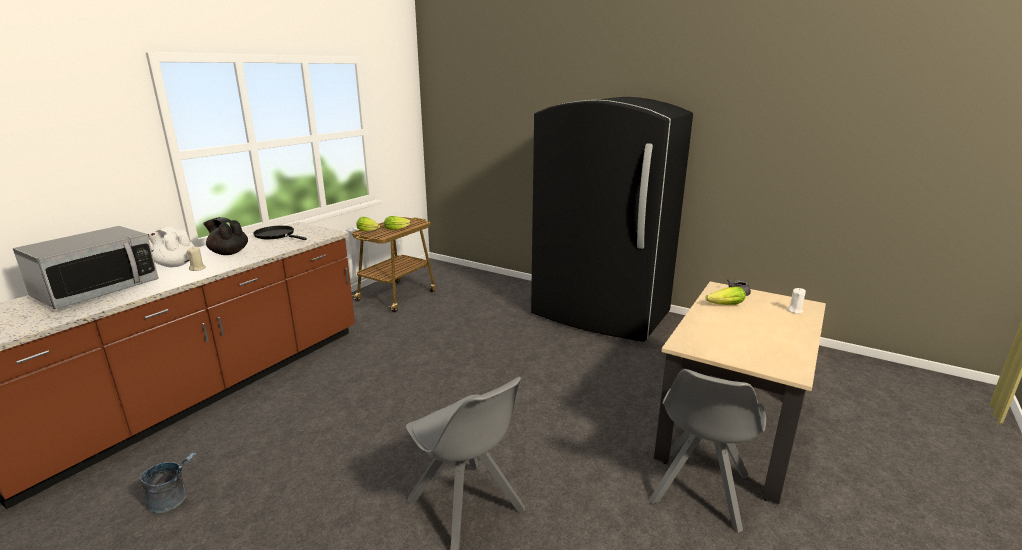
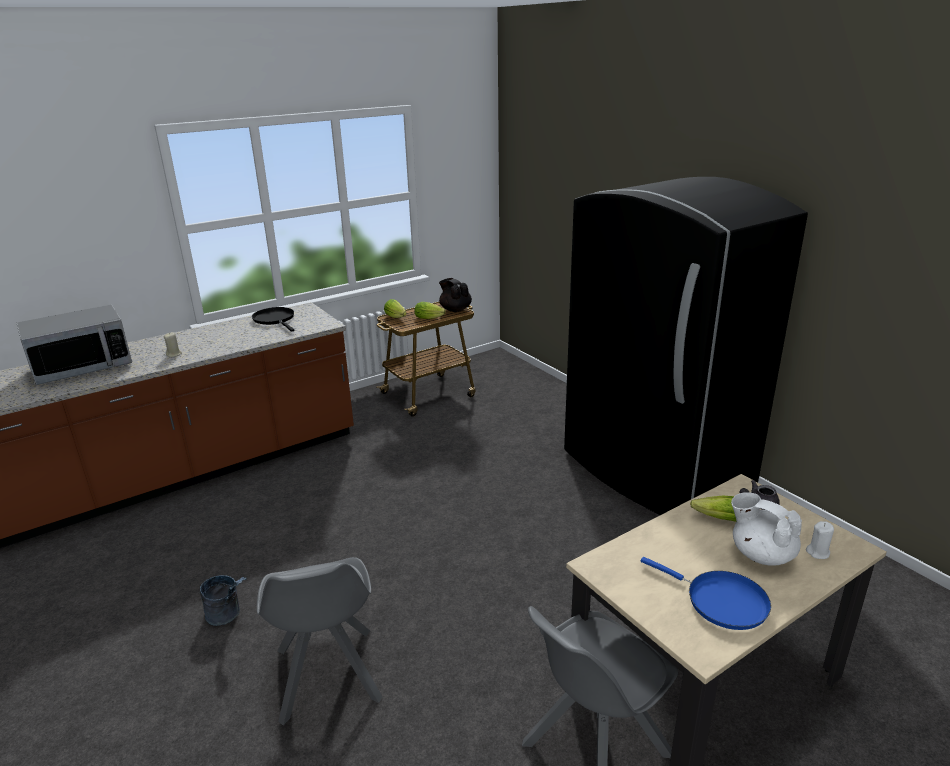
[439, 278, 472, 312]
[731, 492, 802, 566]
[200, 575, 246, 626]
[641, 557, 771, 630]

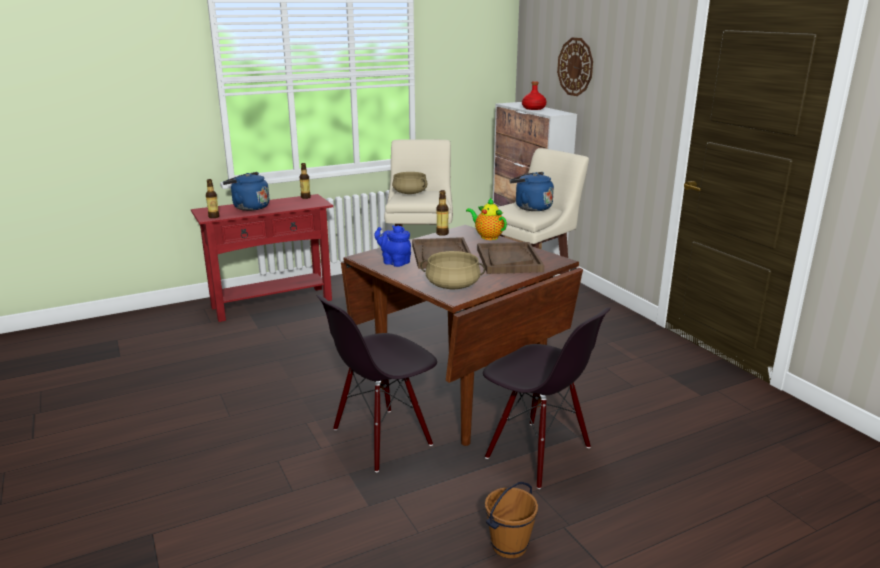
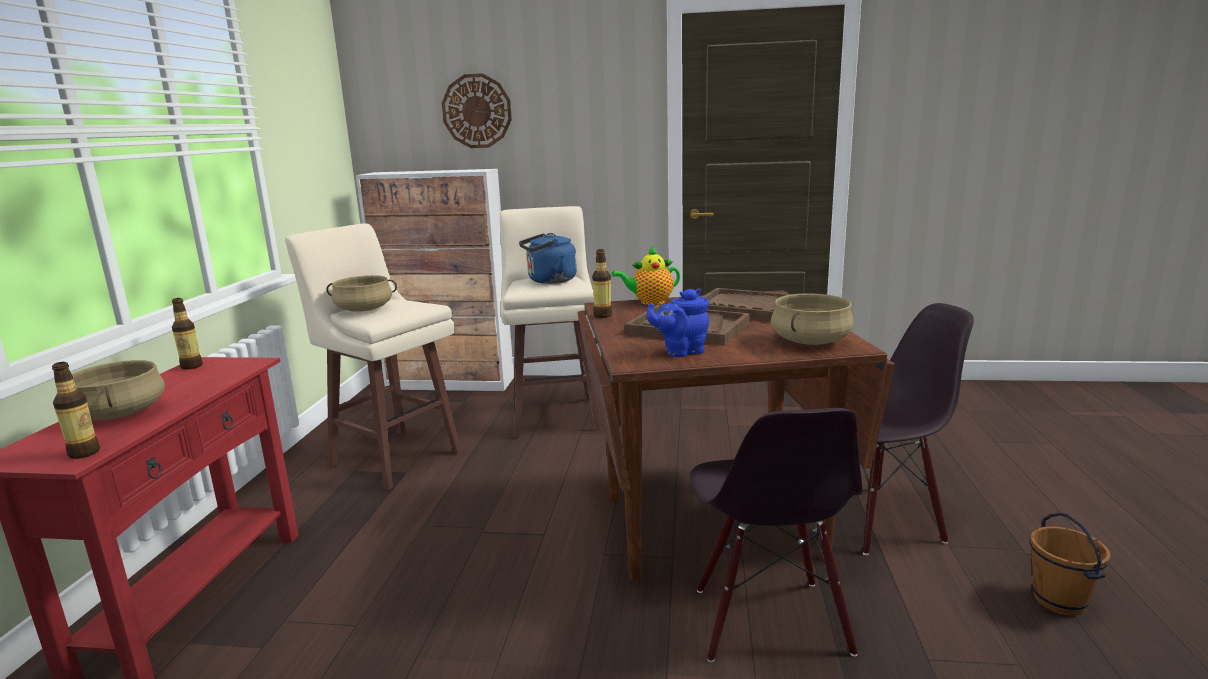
[522, 81, 547, 110] (first image)
[72, 360, 165, 420]

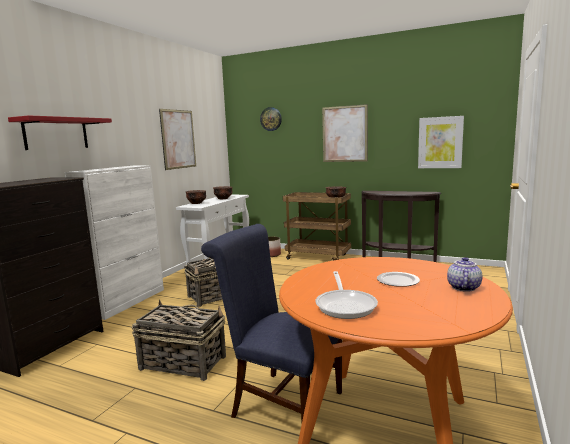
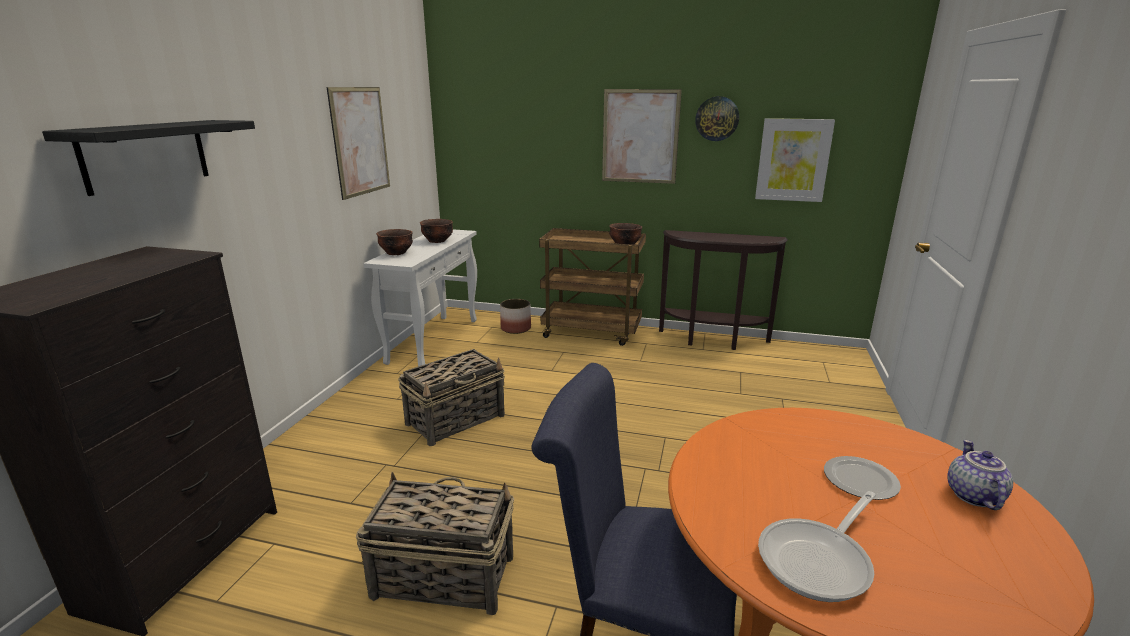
[695, 96, 739, 141]
[42, 120, 255, 196]
[65, 165, 164, 320] (first image)
[758, 491, 876, 602]

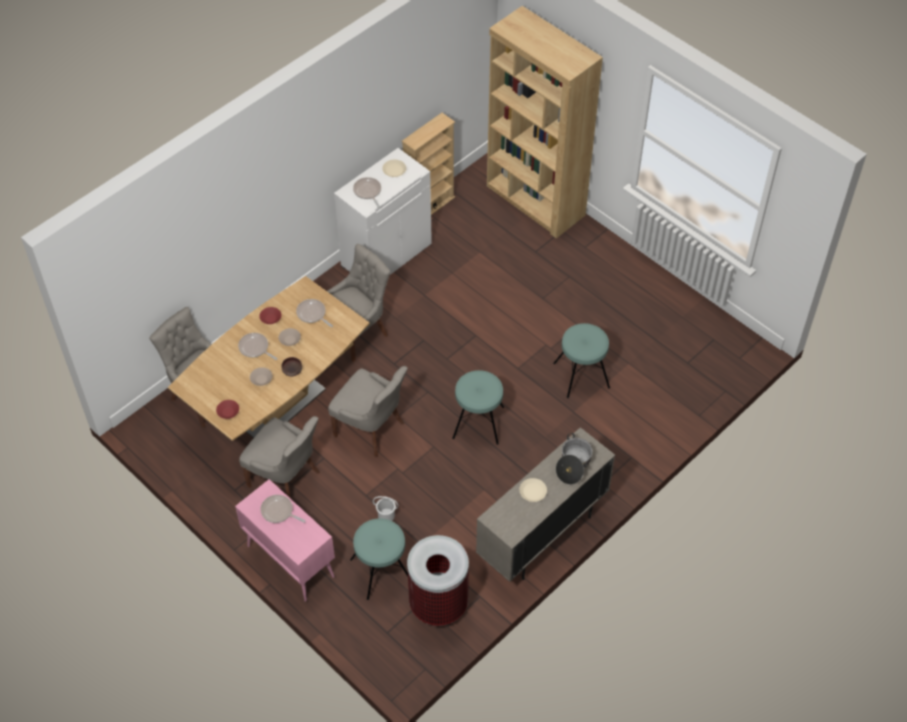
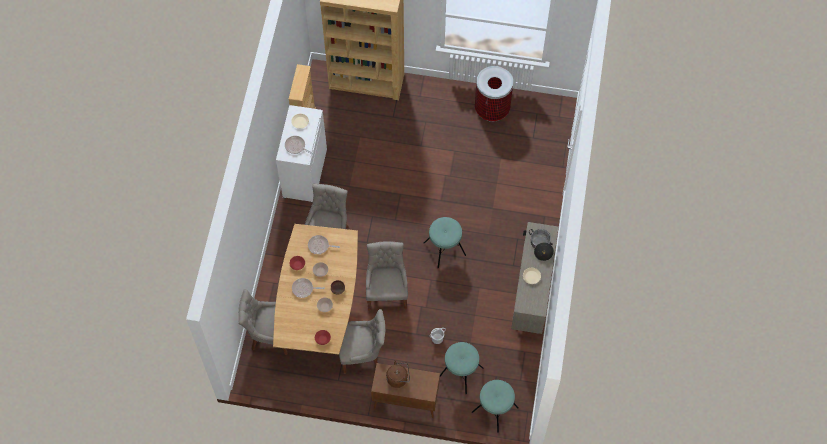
[472, 380, 519, 433]
[366, 241, 408, 311]
[371, 363, 440, 418]
[386, 360, 410, 388]
[475, 66, 513, 122]

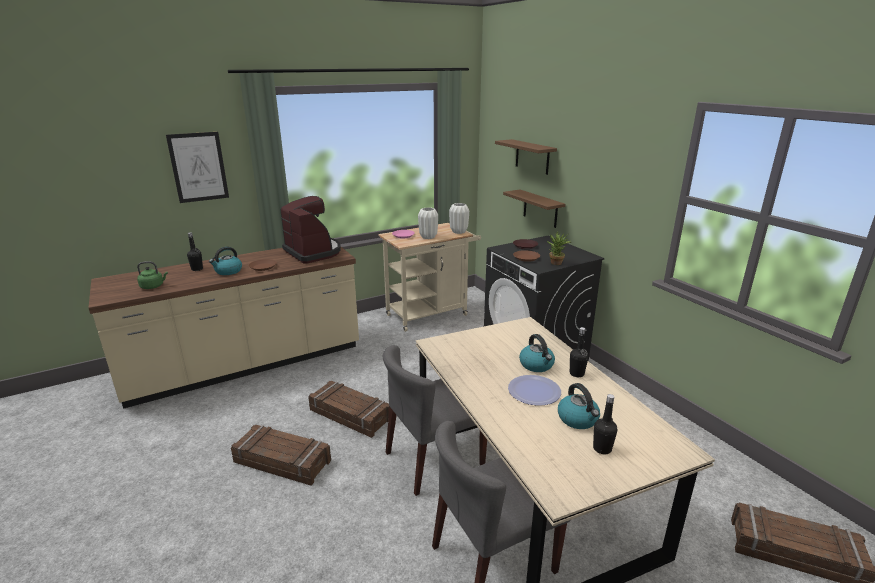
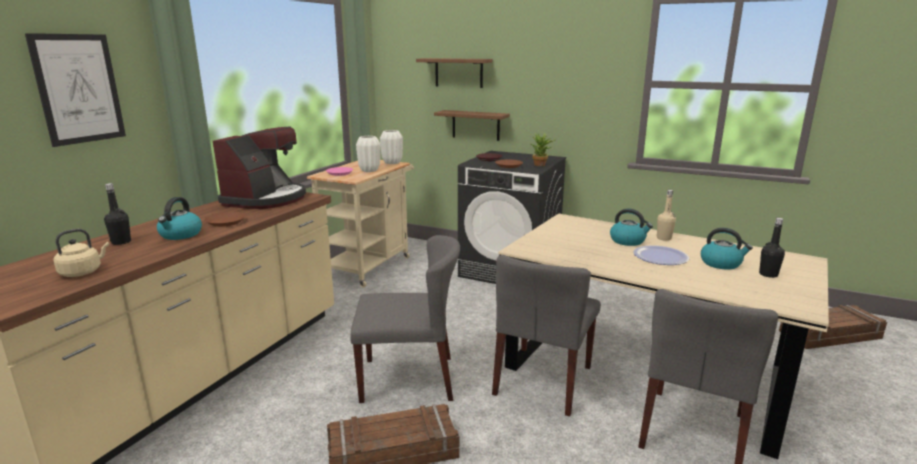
[213, 127, 306, 209]
[53, 229, 109, 277]
[656, 190, 676, 241]
[351, 235, 460, 403]

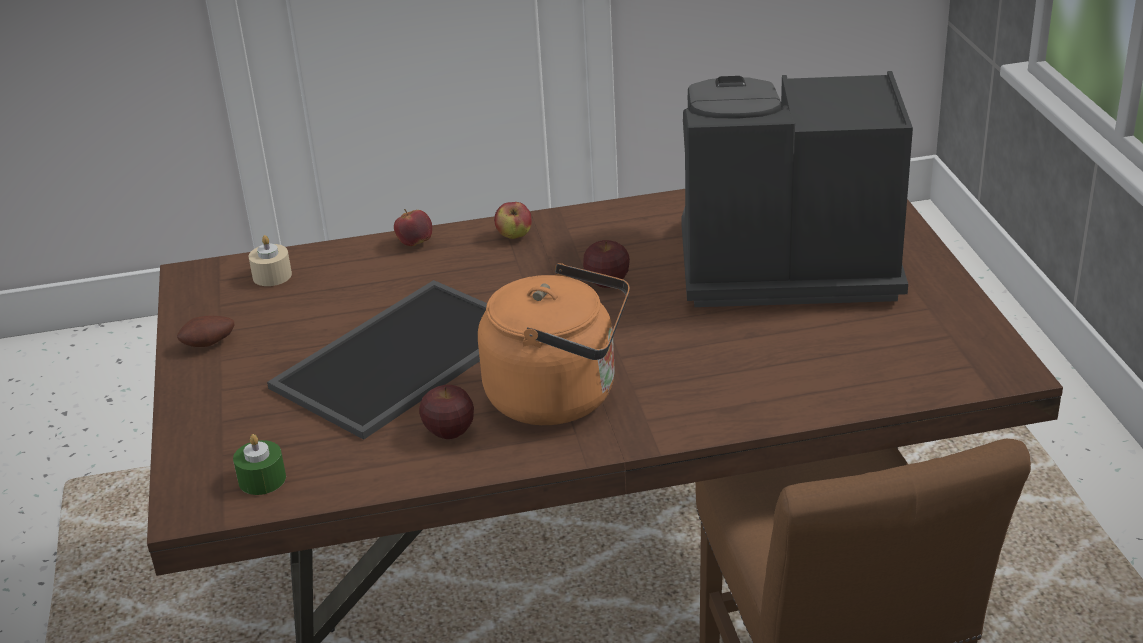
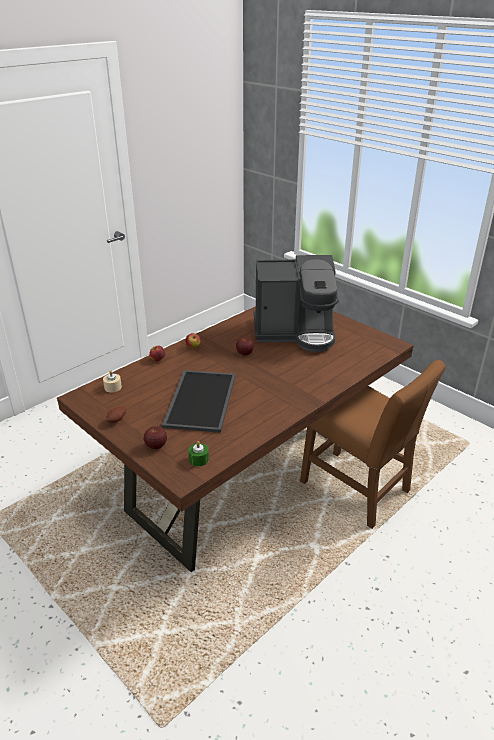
[254, 255, 339, 352]
[478, 263, 630, 425] (first image)
[144, 426, 167, 449]

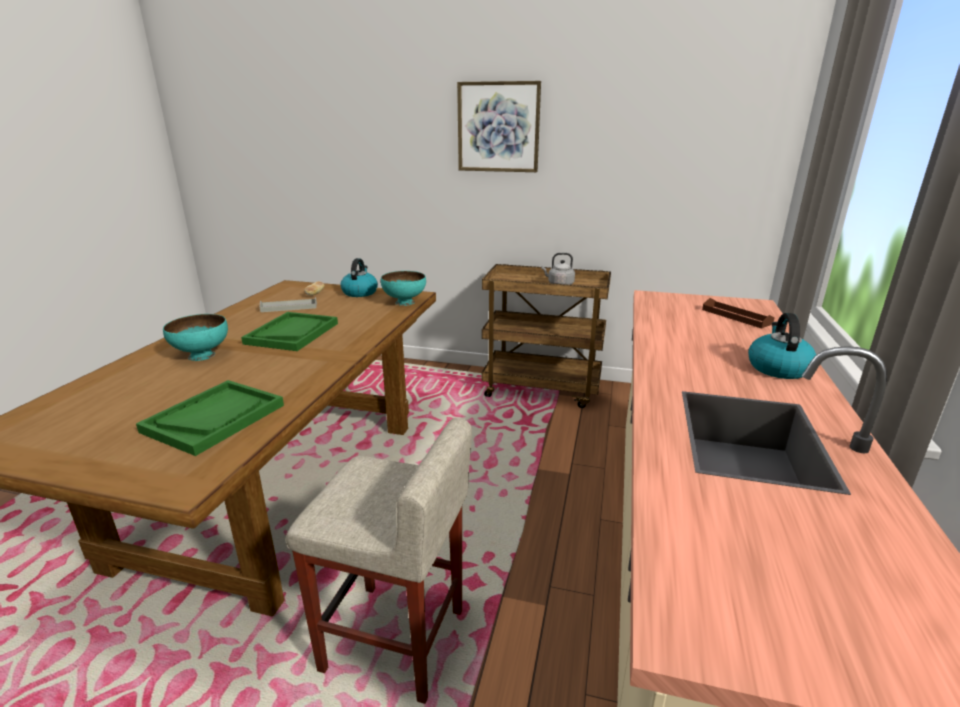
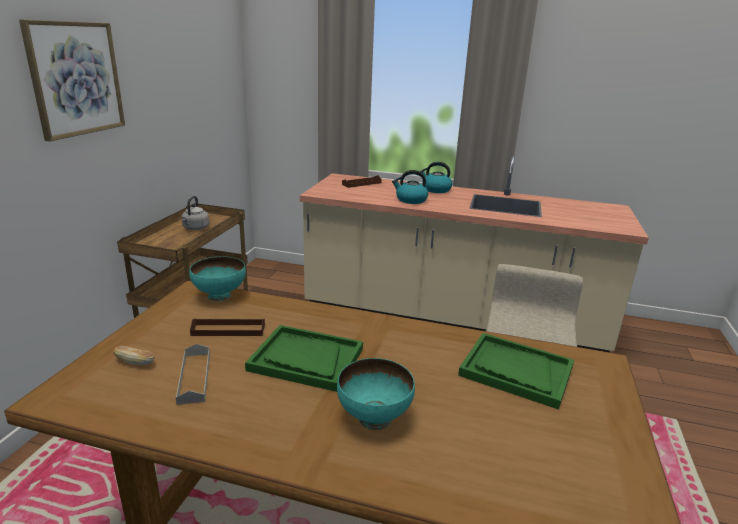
[392, 170, 428, 204]
[190, 318, 265, 336]

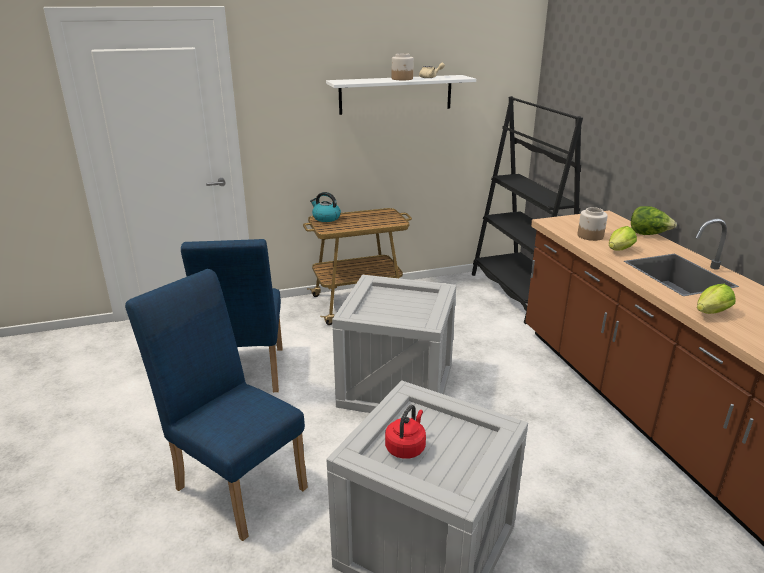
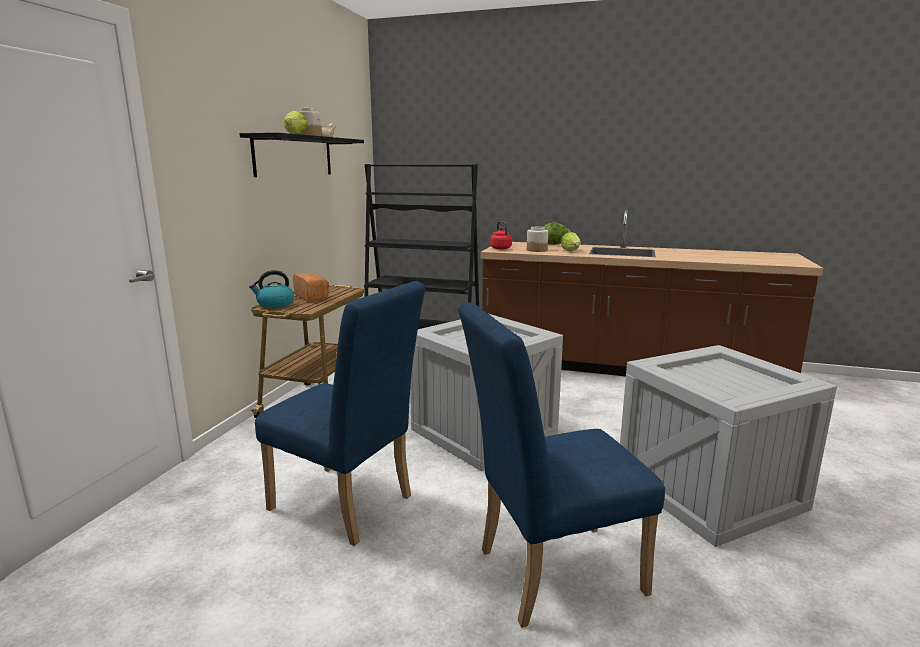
[239, 132, 364, 177]
[284, 110, 308, 134]
[490, 221, 512, 250]
[293, 273, 329, 302]

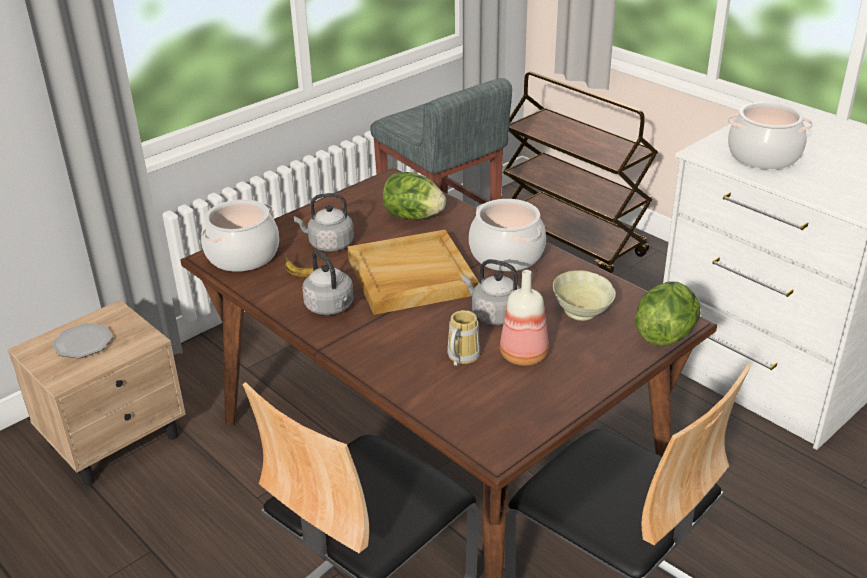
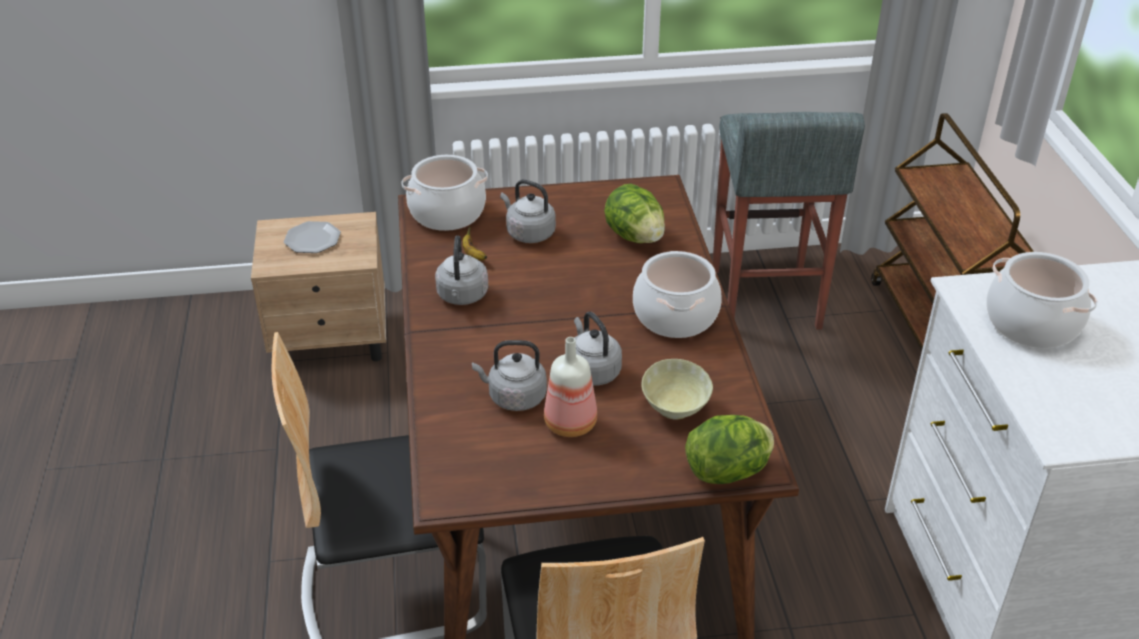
[347, 230, 479, 315] (first image)
[472, 340, 547, 411]

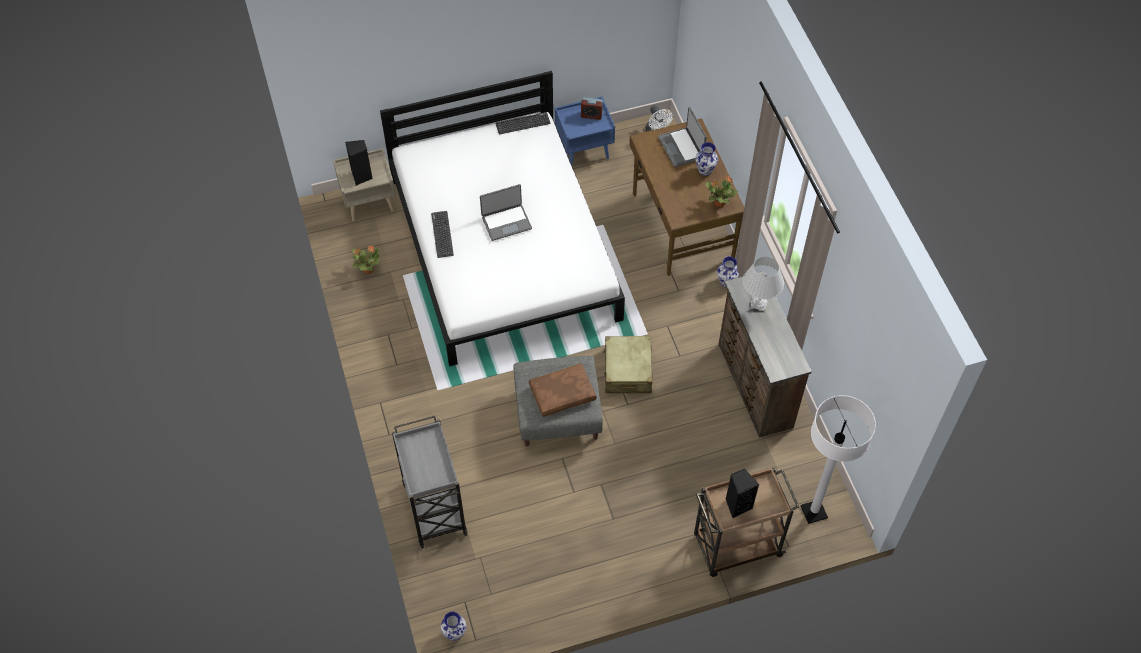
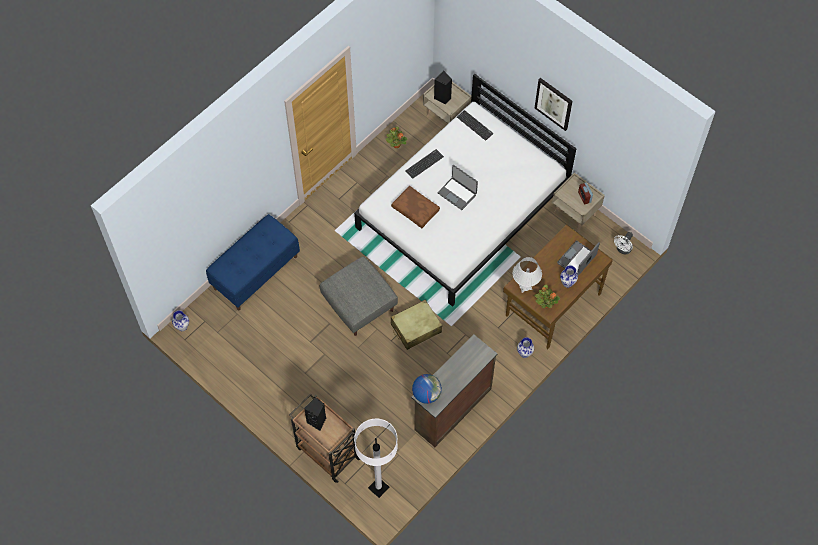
[552, 173, 605, 232]
[457, 110, 493, 141]
[513, 257, 542, 293]
[391, 186, 440, 228]
[206, 214, 300, 310]
[535, 78, 573, 131]
[412, 374, 442, 404]

